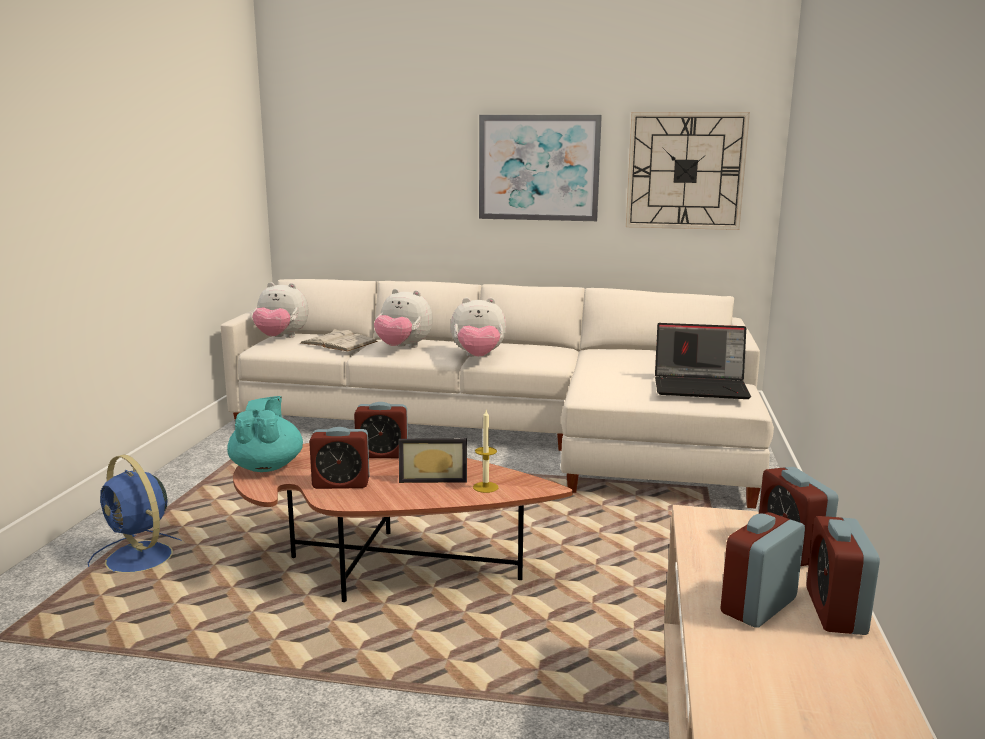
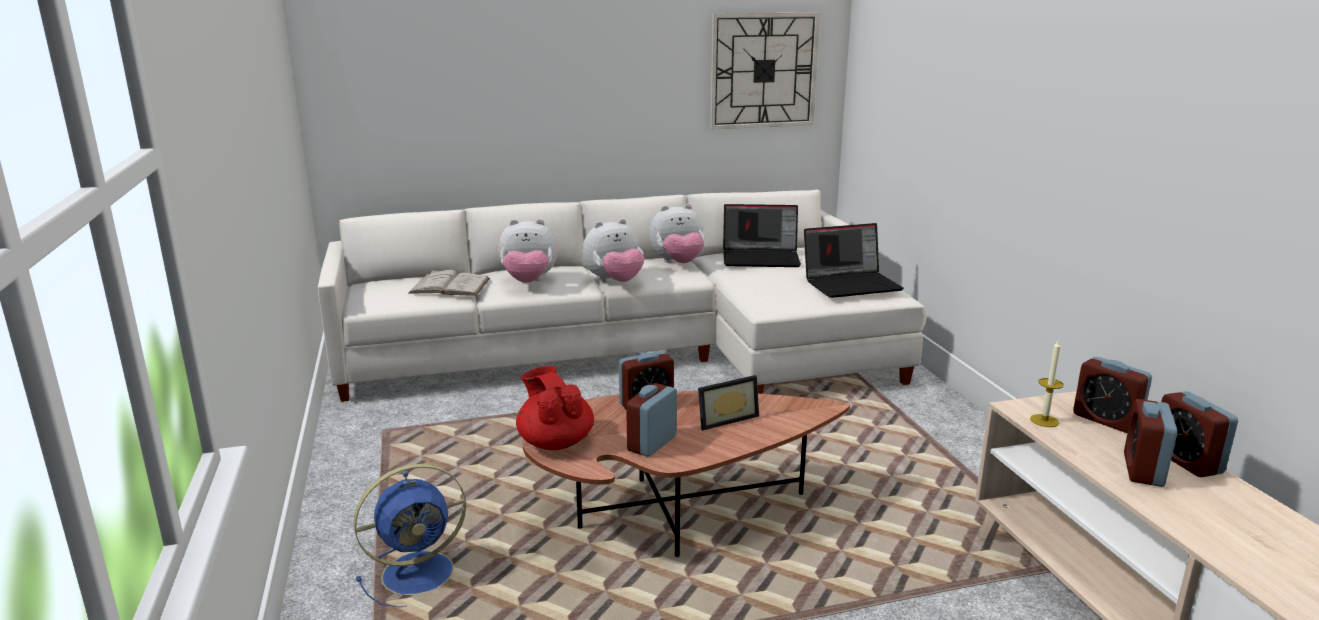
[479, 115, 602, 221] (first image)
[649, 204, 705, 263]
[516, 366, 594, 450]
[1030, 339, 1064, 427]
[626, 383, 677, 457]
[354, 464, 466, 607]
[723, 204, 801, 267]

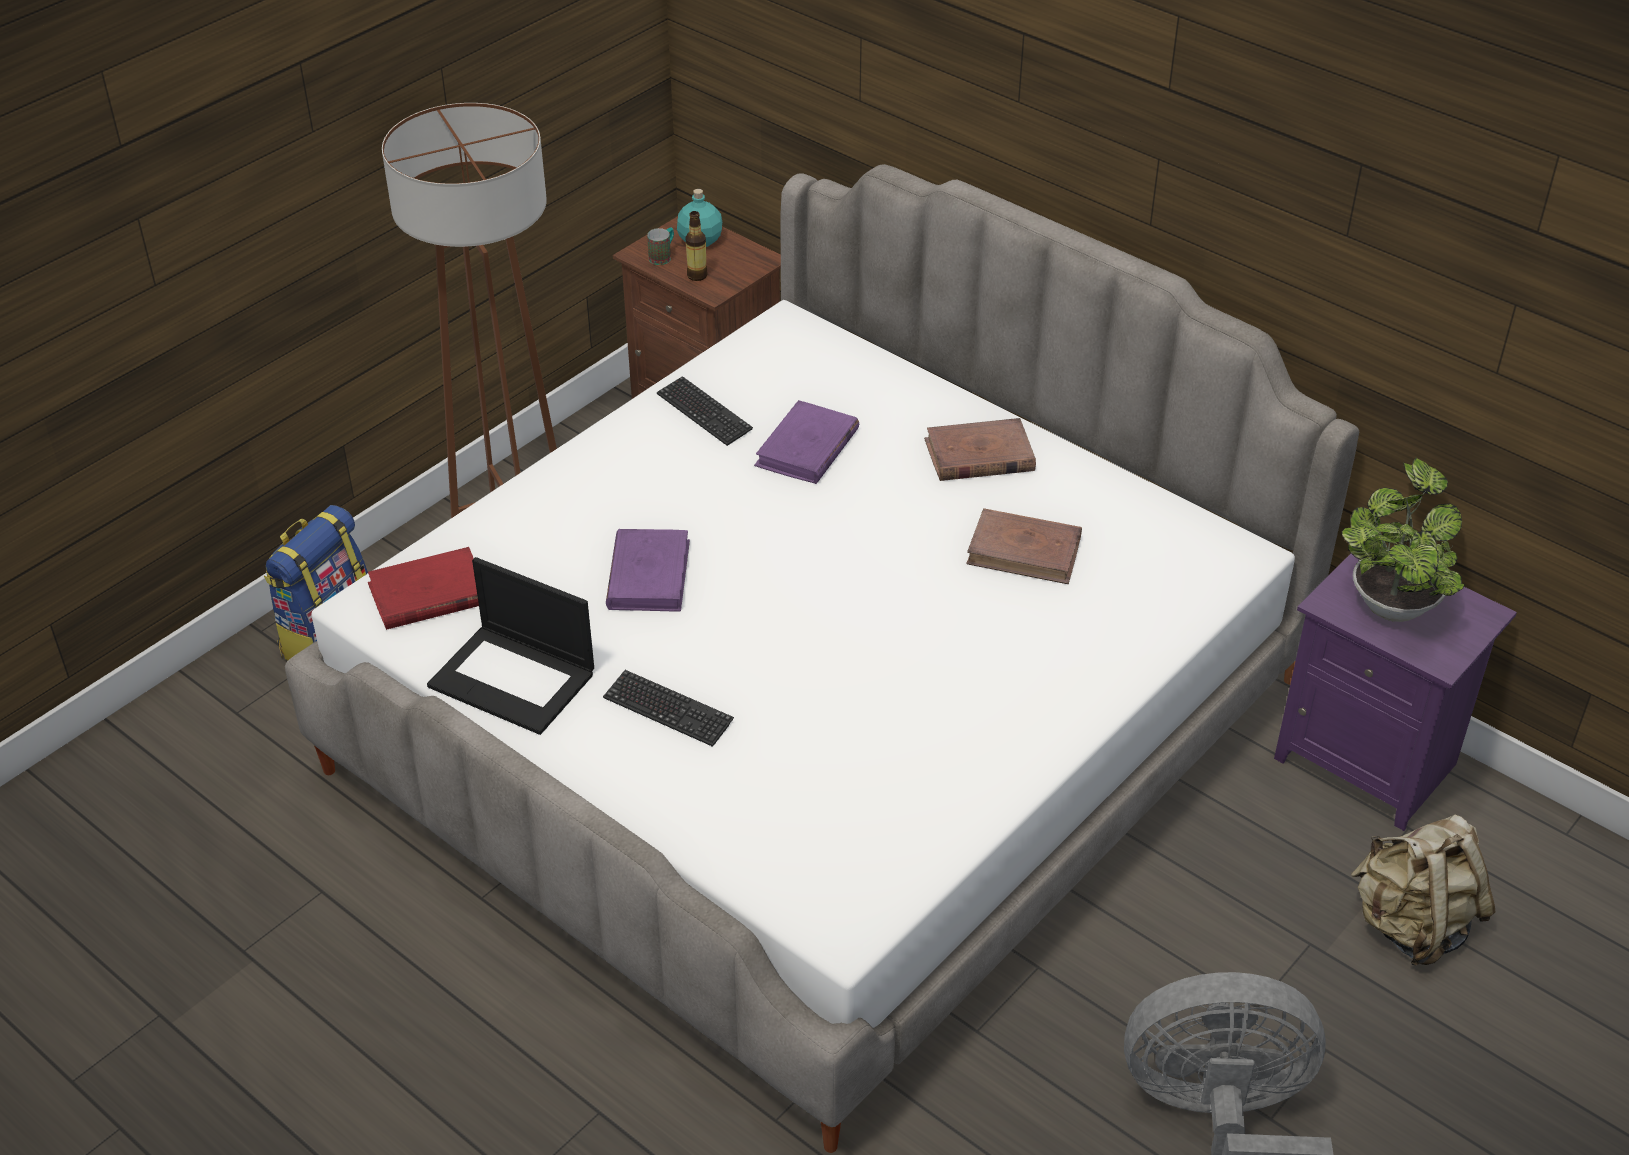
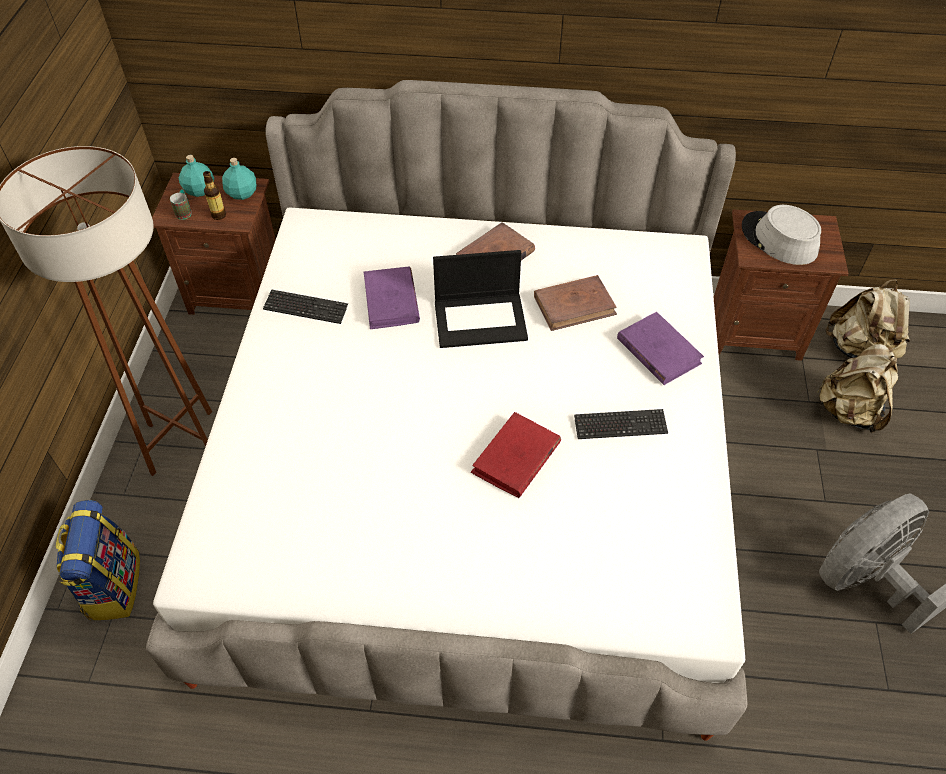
[742, 205, 821, 265]
[617, 312, 704, 385]
[471, 412, 561, 498]
[714, 209, 849, 361]
[433, 250, 528, 348]
[574, 409, 668, 439]
[222, 158, 256, 200]
[825, 279, 910, 358]

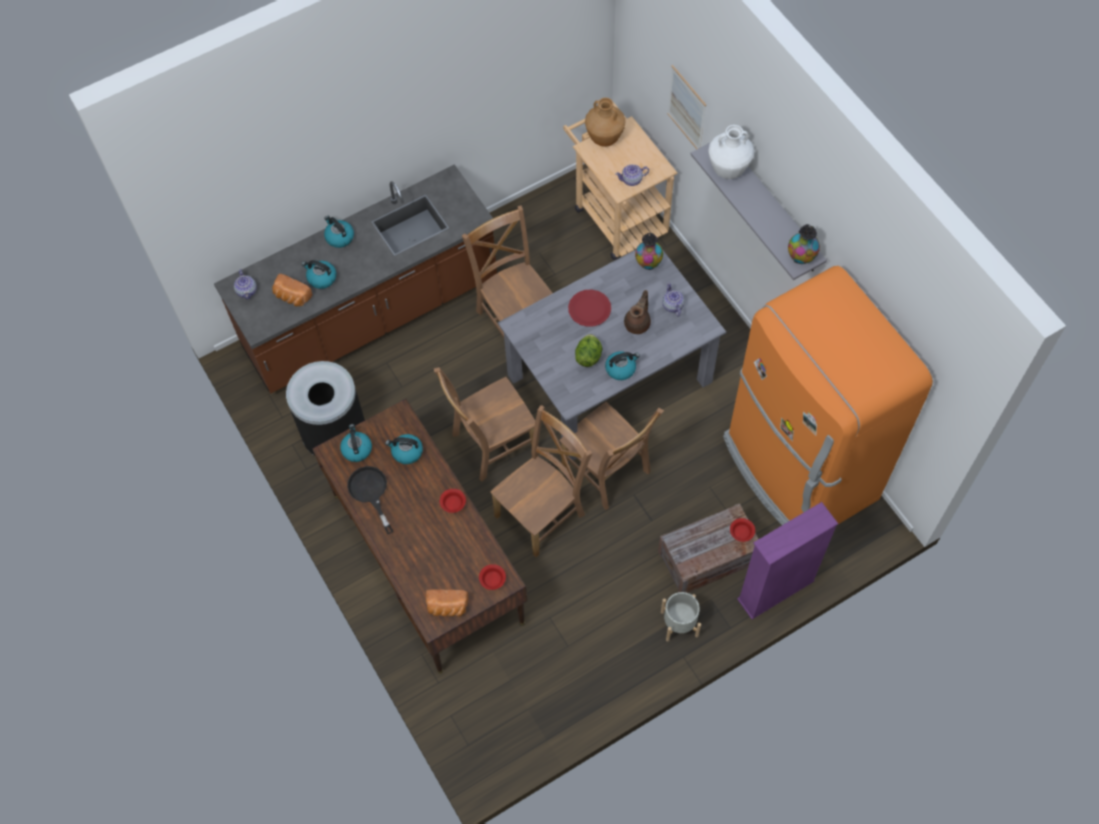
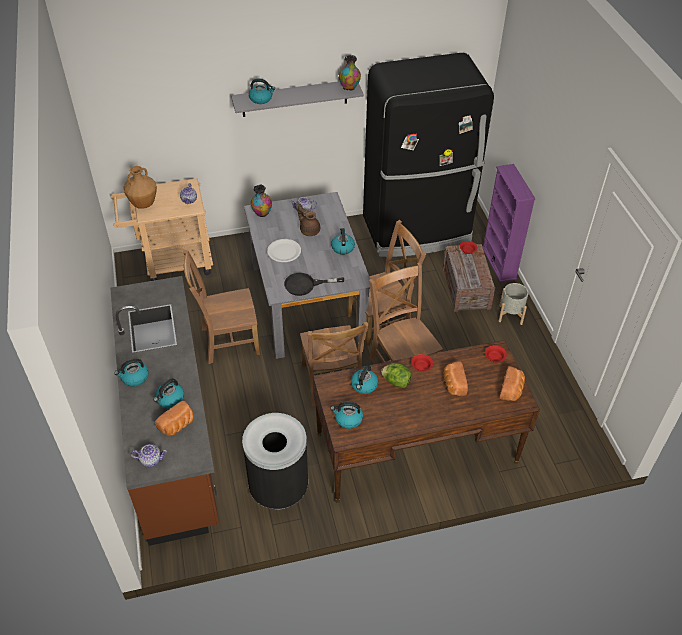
[667, 65, 706, 149] (first image)
[249, 78, 275, 104]
[363, 53, 494, 257]
[267, 239, 301, 262]
[381, 363, 411, 388]
[284, 273, 344, 296]
[443, 361, 468, 396]

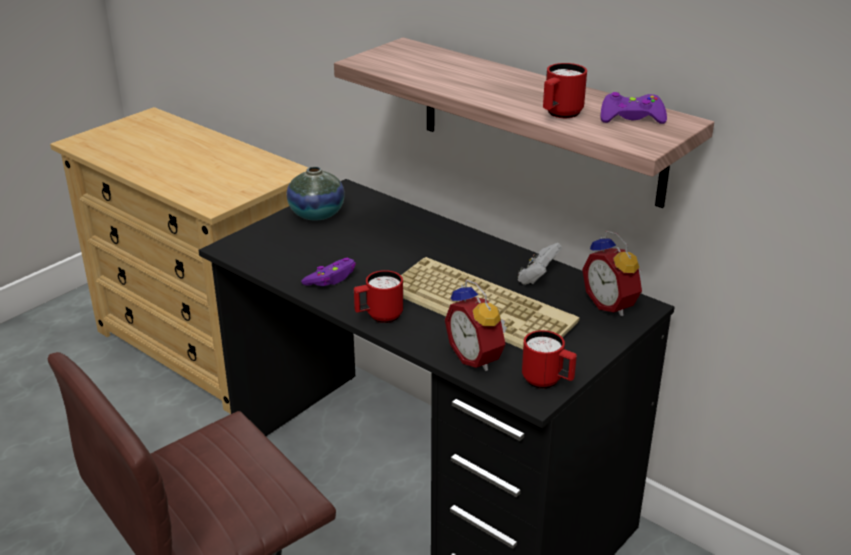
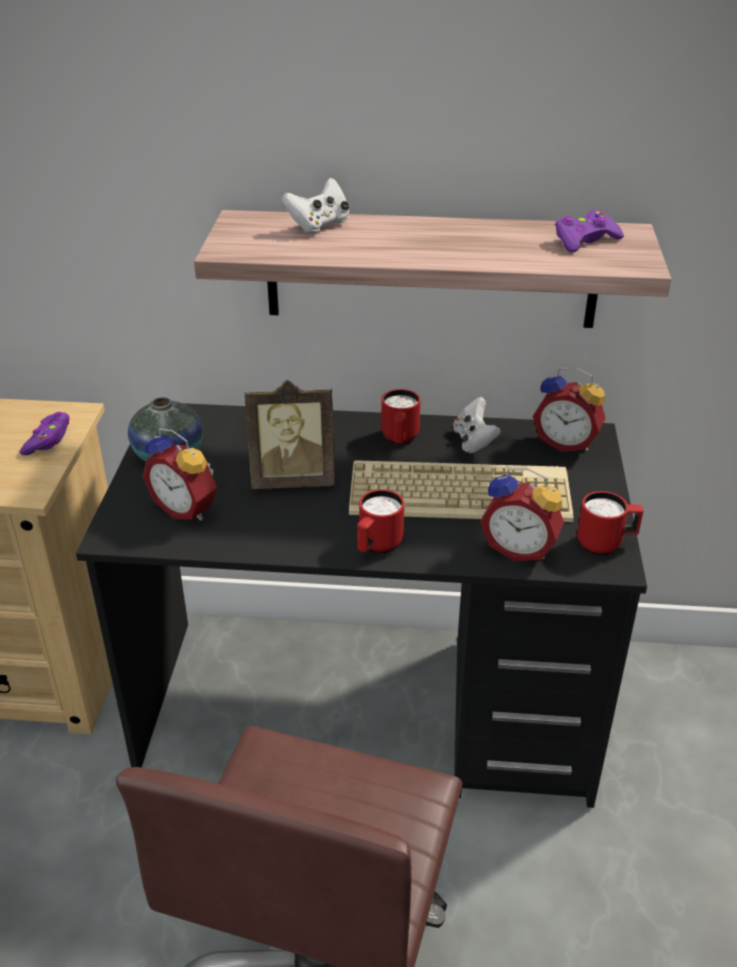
[381, 389, 420, 444]
[20, 412, 70, 455]
[282, 177, 349, 233]
[245, 380, 335, 489]
[143, 428, 217, 521]

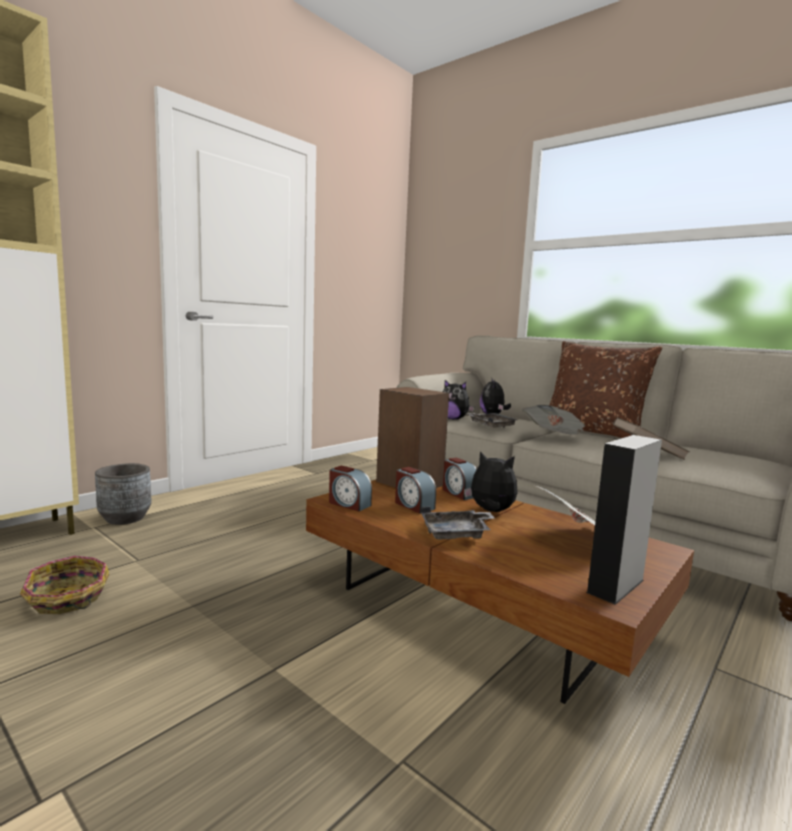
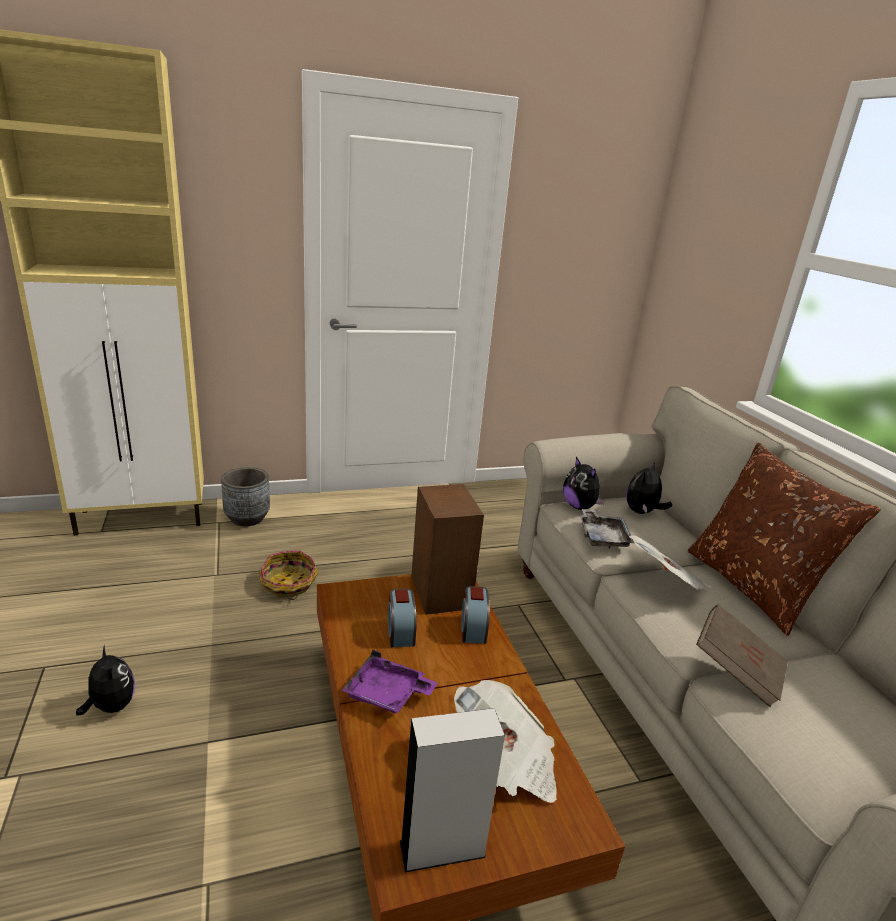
[76, 645, 135, 716]
[329, 466, 372, 512] (first image)
[341, 649, 438, 713]
[259, 551, 318, 600]

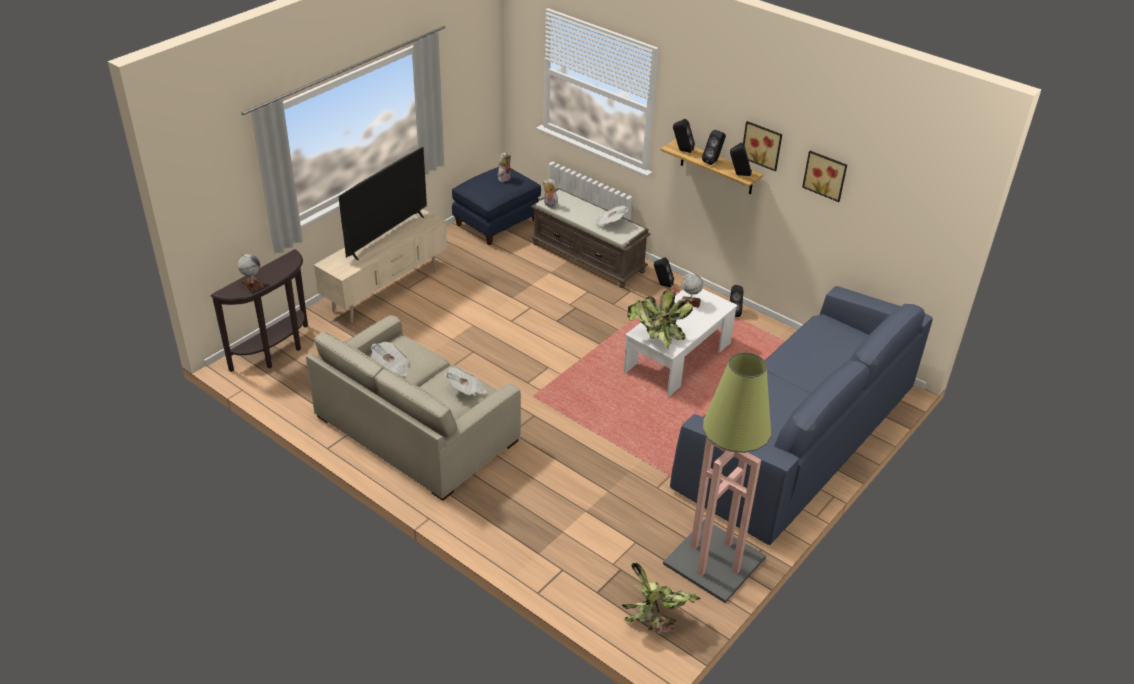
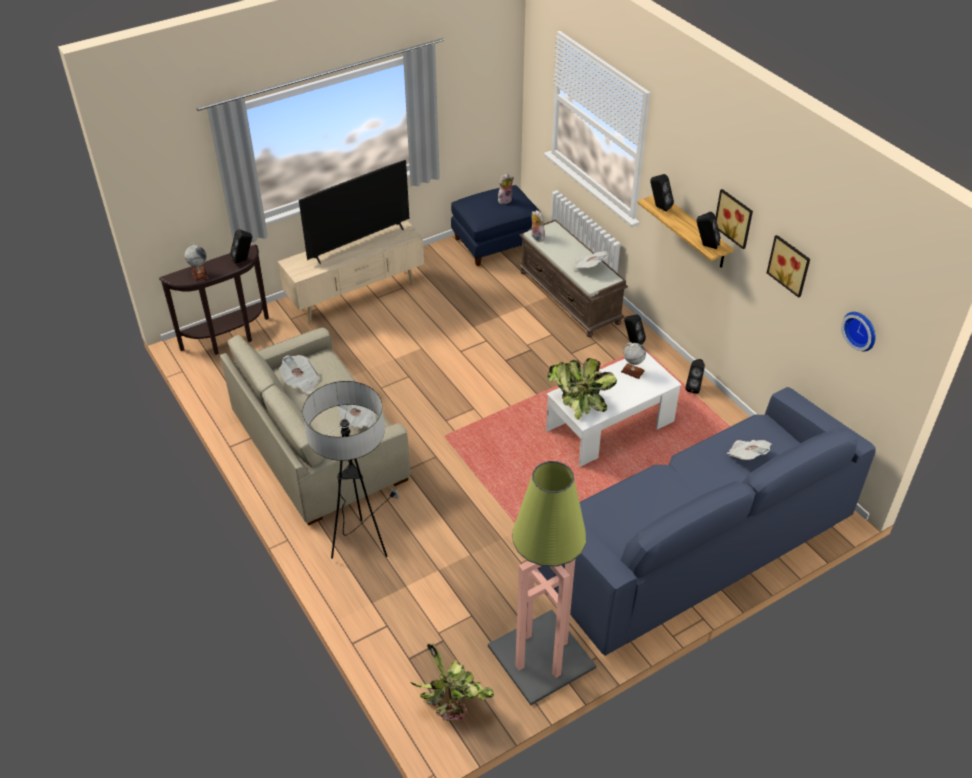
[230, 229, 252, 264]
[841, 312, 876, 352]
[303, 381, 399, 559]
[726, 440, 772, 460]

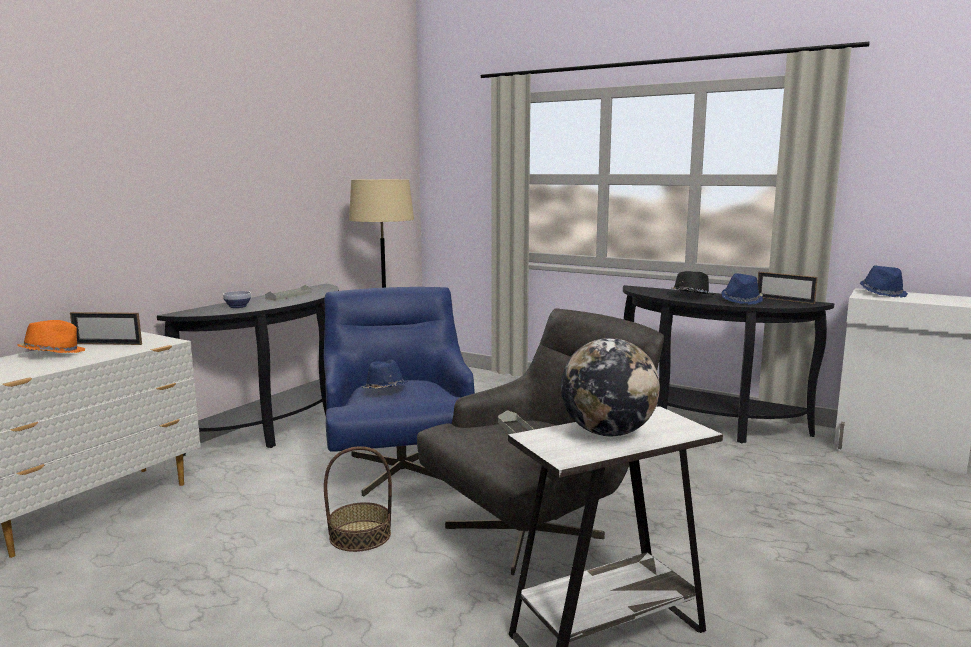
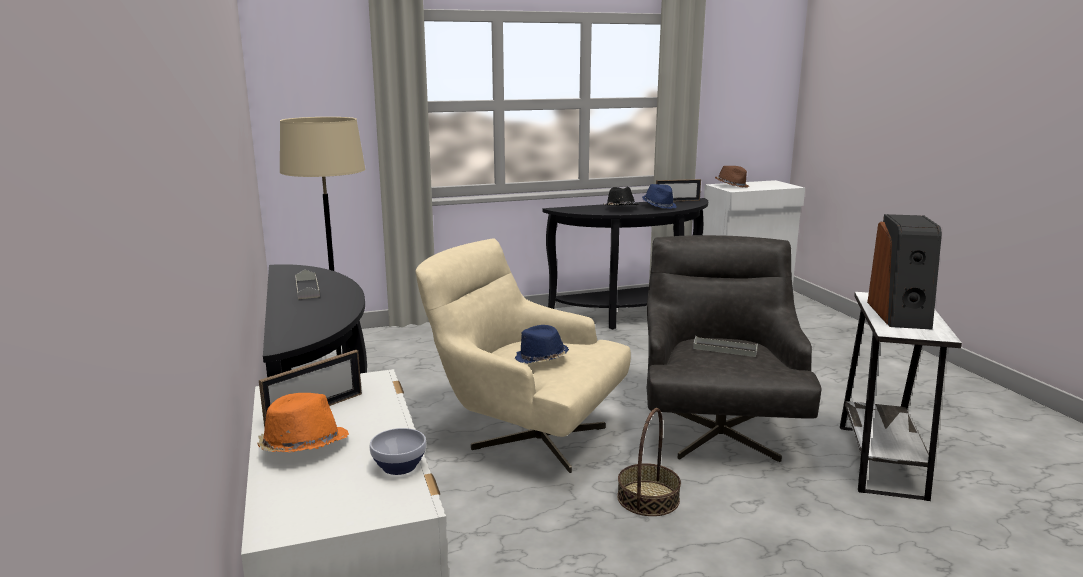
[715, 166, 749, 188]
[415, 239, 631, 473]
[370, 428, 427, 475]
[867, 214, 942, 330]

